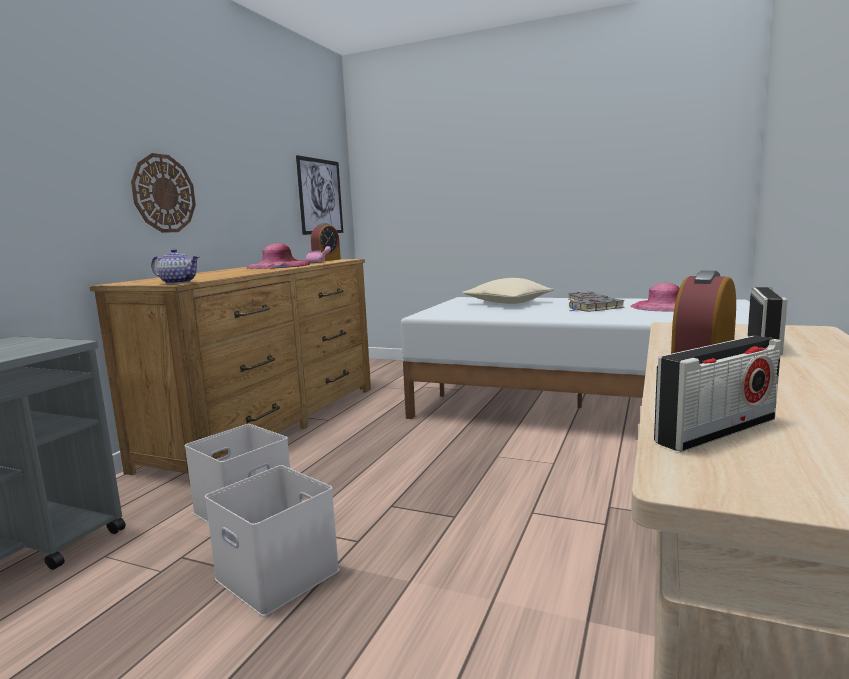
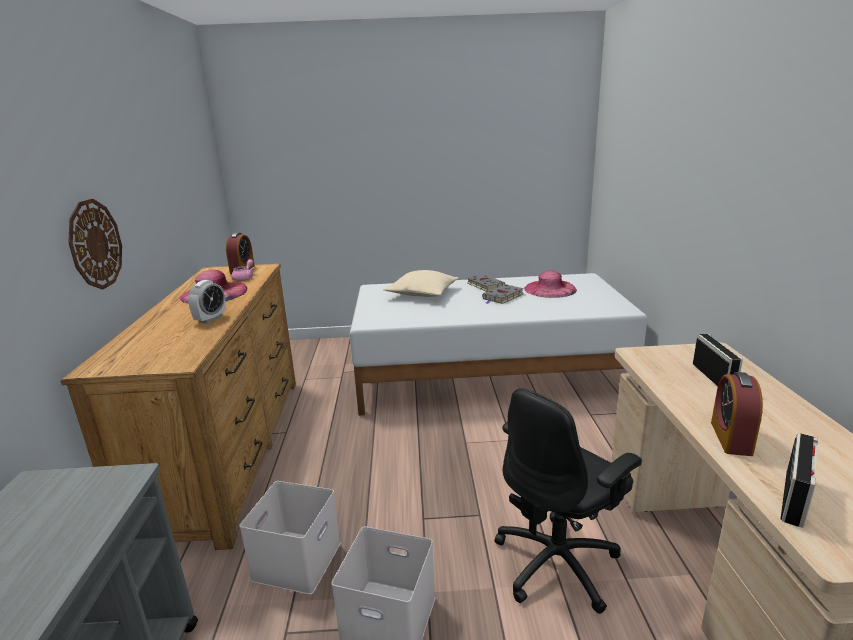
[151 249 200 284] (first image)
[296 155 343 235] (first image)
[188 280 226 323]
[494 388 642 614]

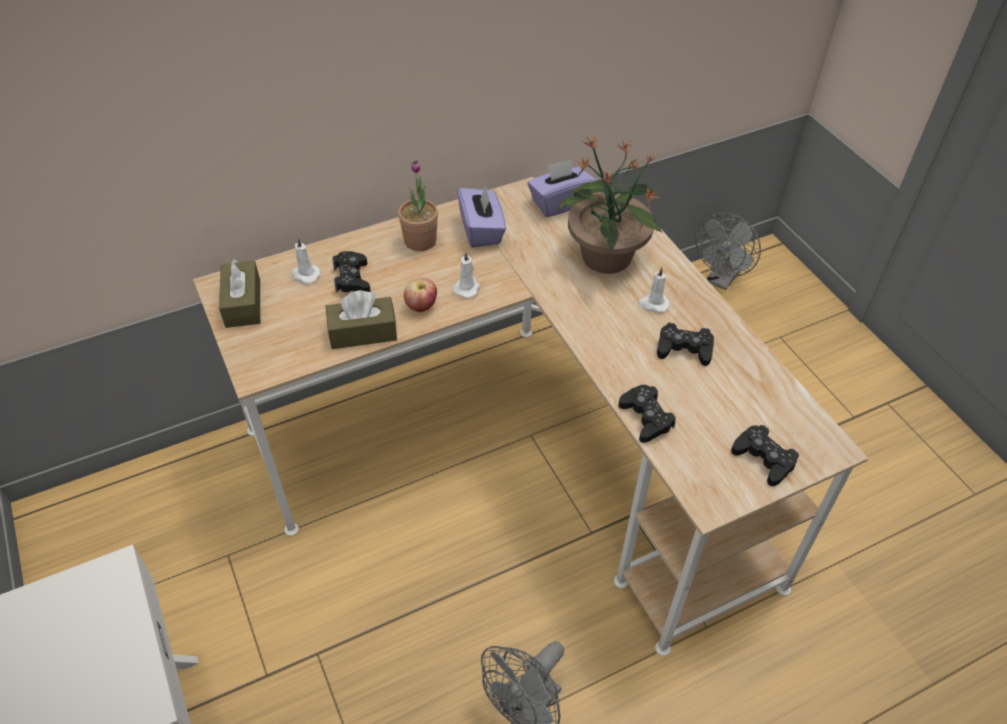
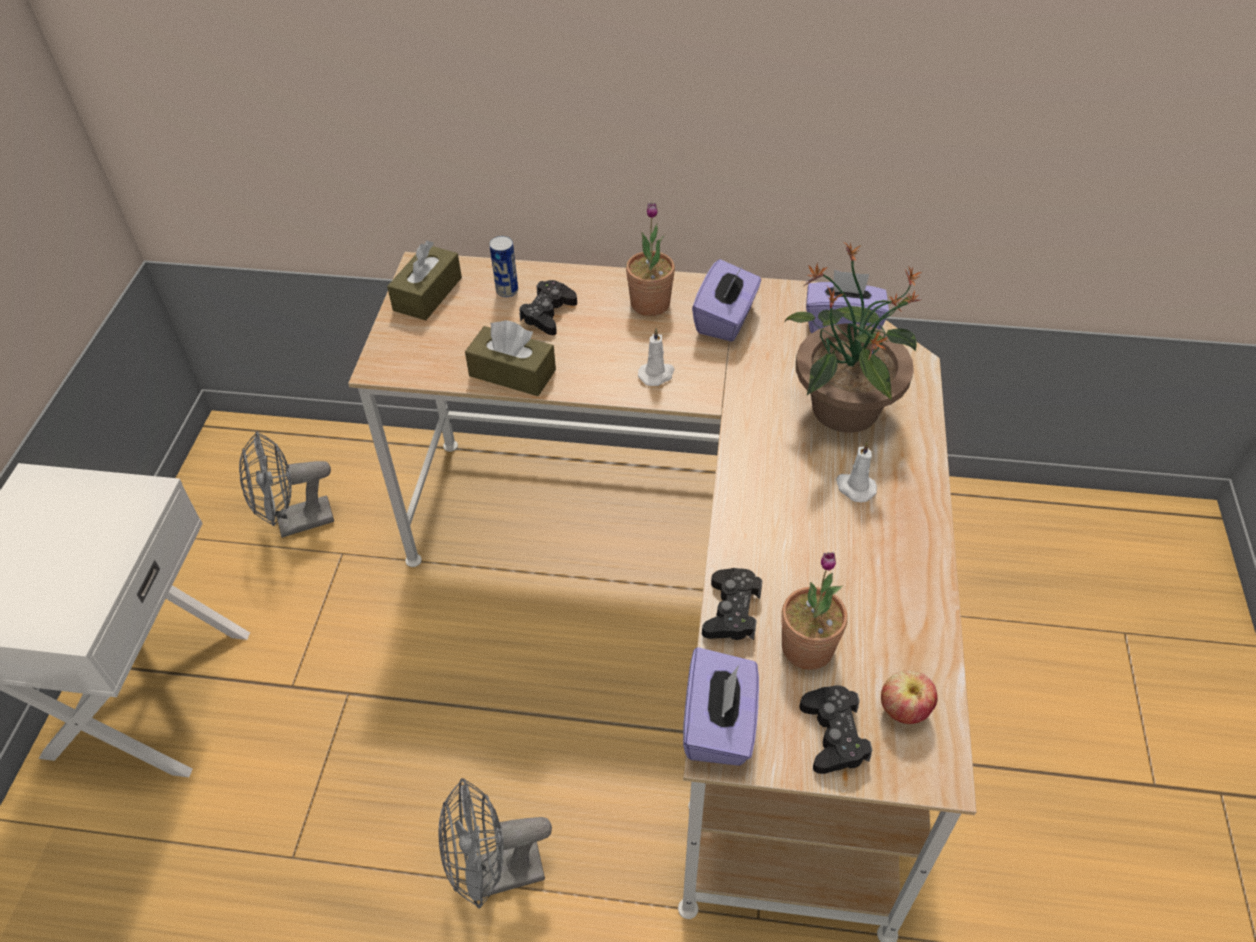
[489 236 518 297]
[881 670 938 724]
[657 323 714 366] (first image)
[239 431 334 538]
[683 647 759 766]
[781 552 848 670]

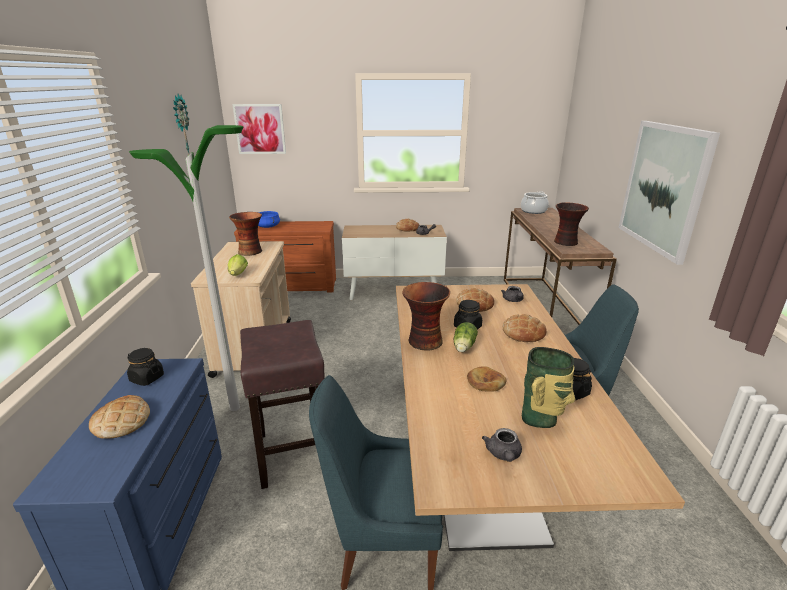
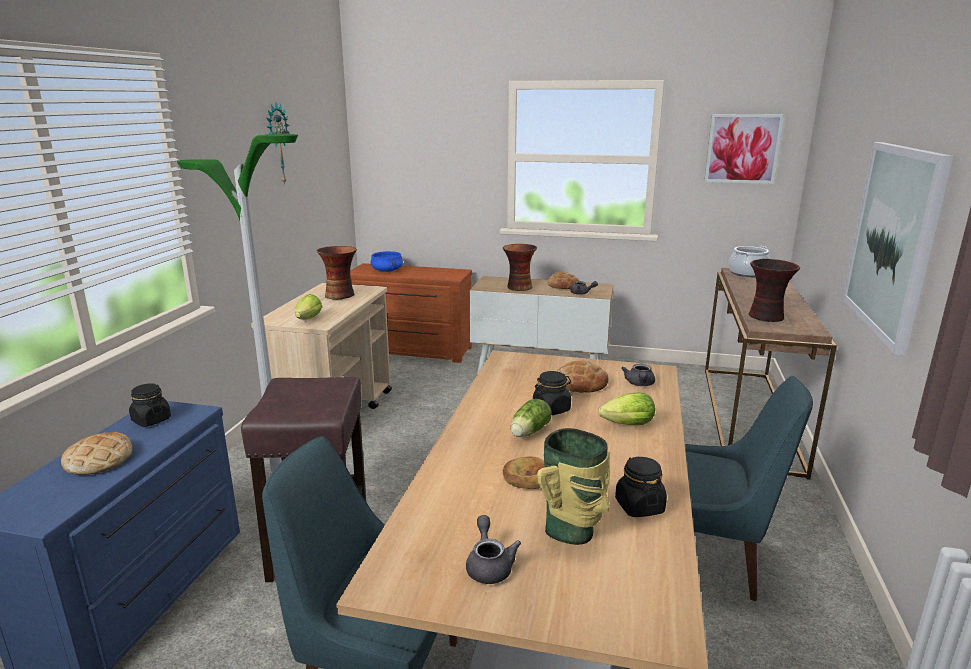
[704 114 784 184]
[503 244 537 291]
[466 515 521 584]
[599 392 655 425]

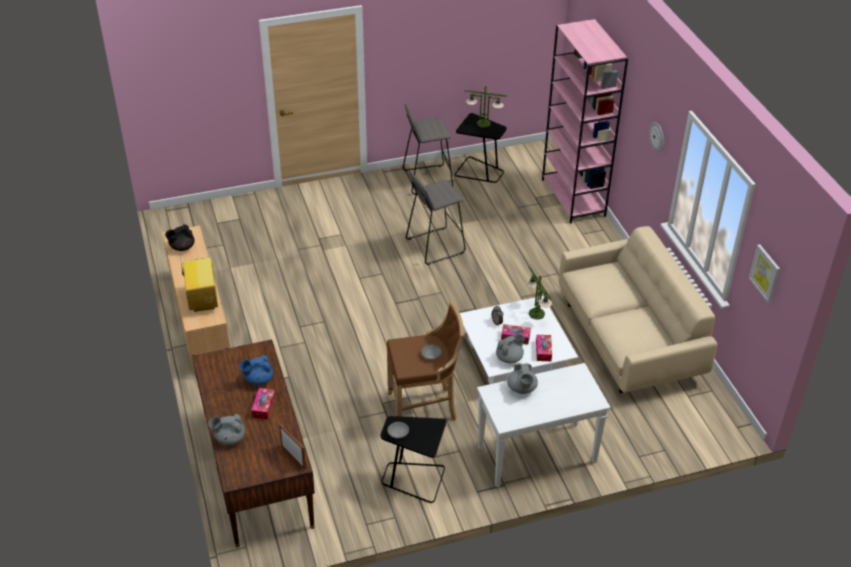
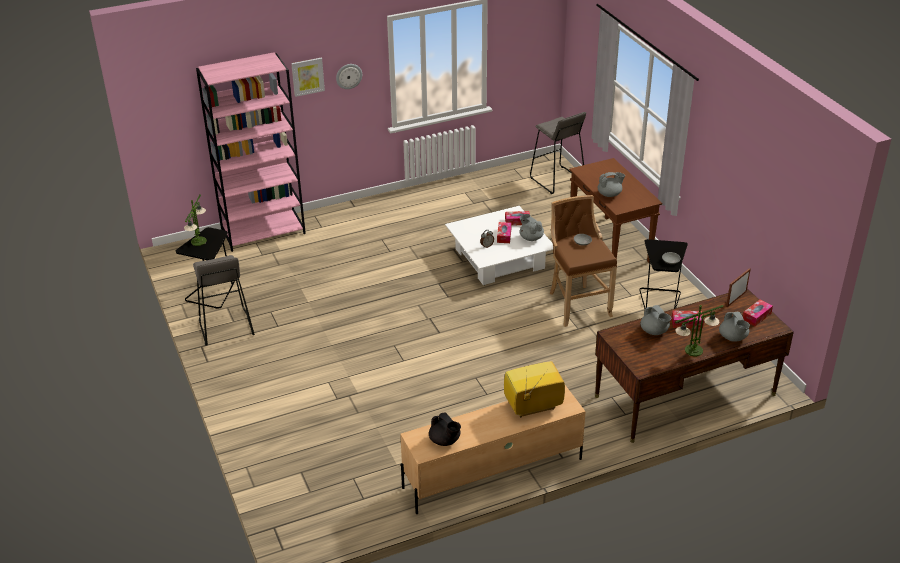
[640 305 671 335]
[530 112 586 194]
[569 158 662 263]
[675 305 723 357]
[559 226 717 393] (first image)
[291 58 325 97]
[743 300 773 326]

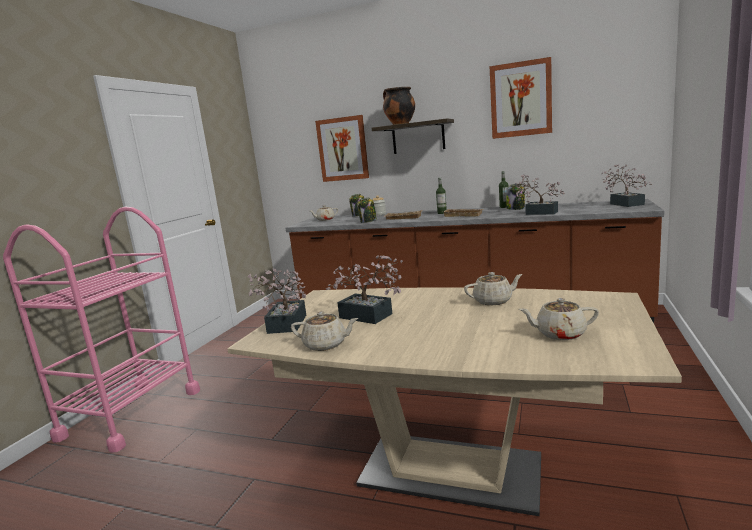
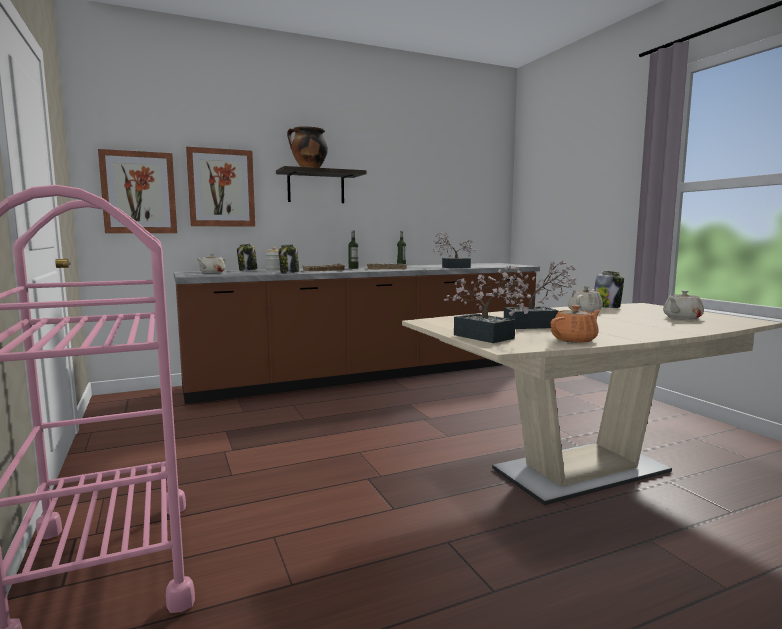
[551 305 600 343]
[98 149 177 233]
[594 271 624 308]
[602 164 652 207] (first image)

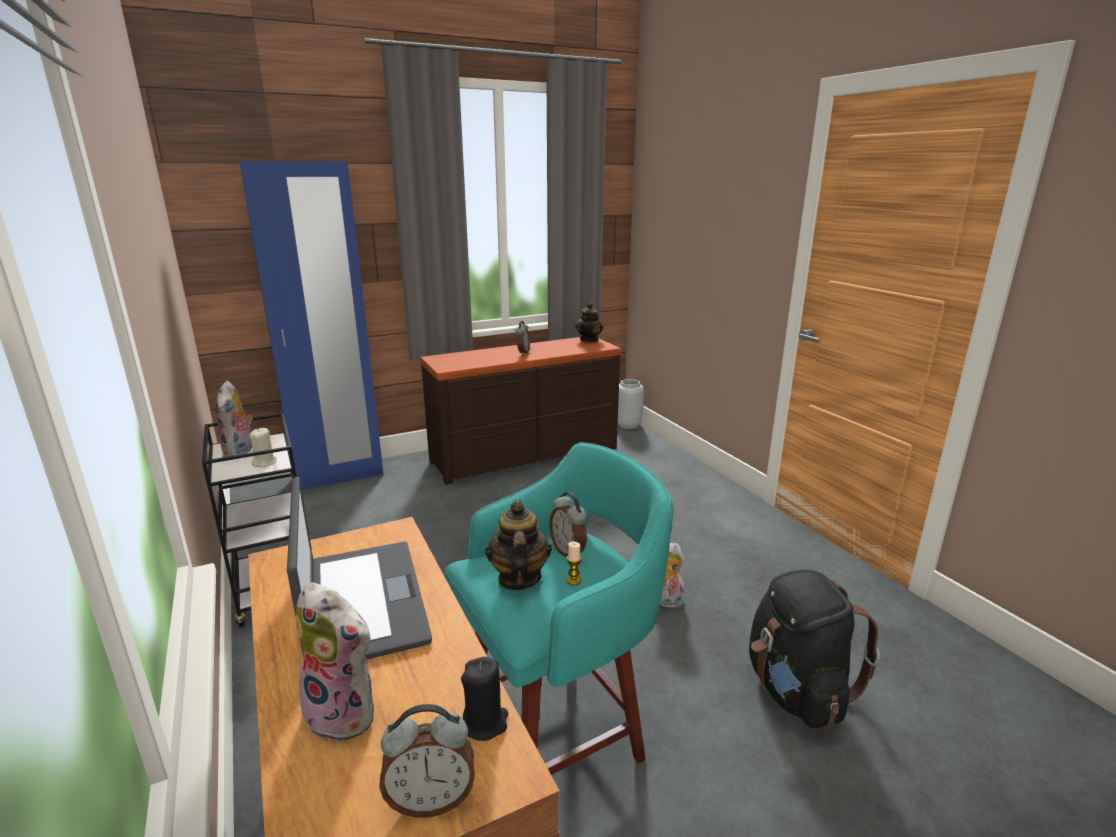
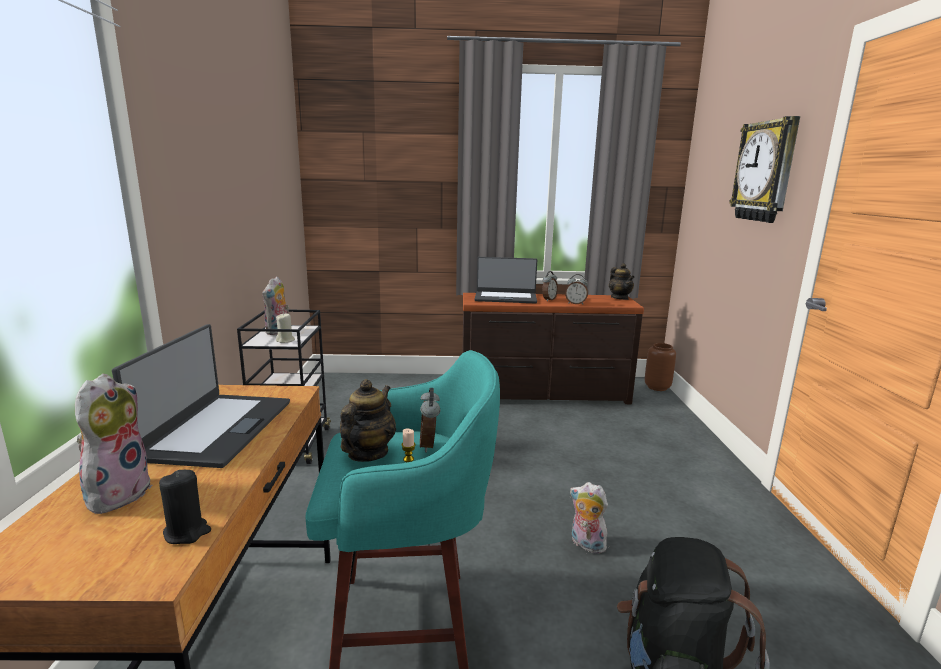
[239 161 384 490] (first image)
[75 374 153 515]
[565 274 588 305]
[609 263 635 300]
[645 343 676 391]
[474 257 537 303]
[729 116 800 223]

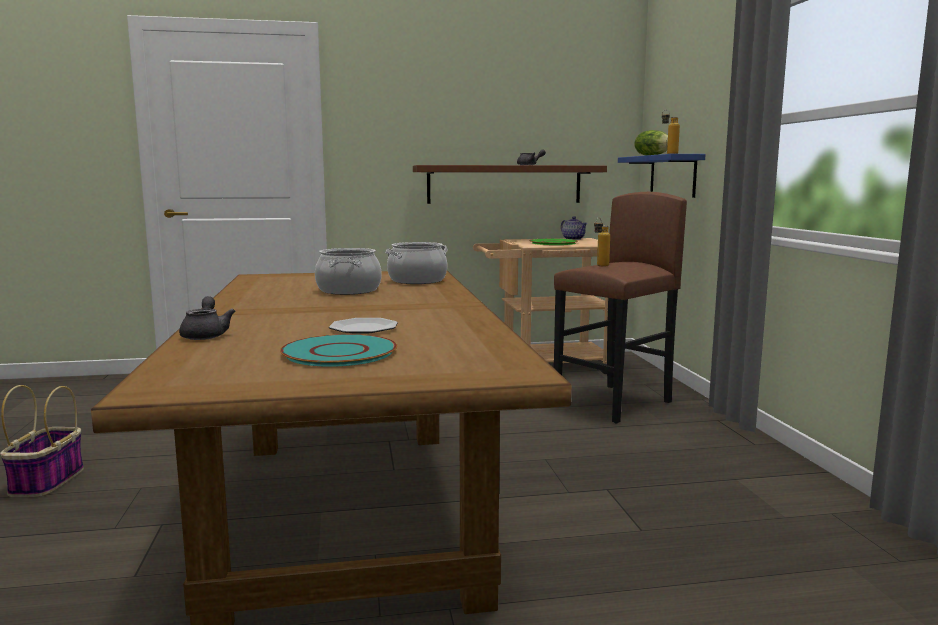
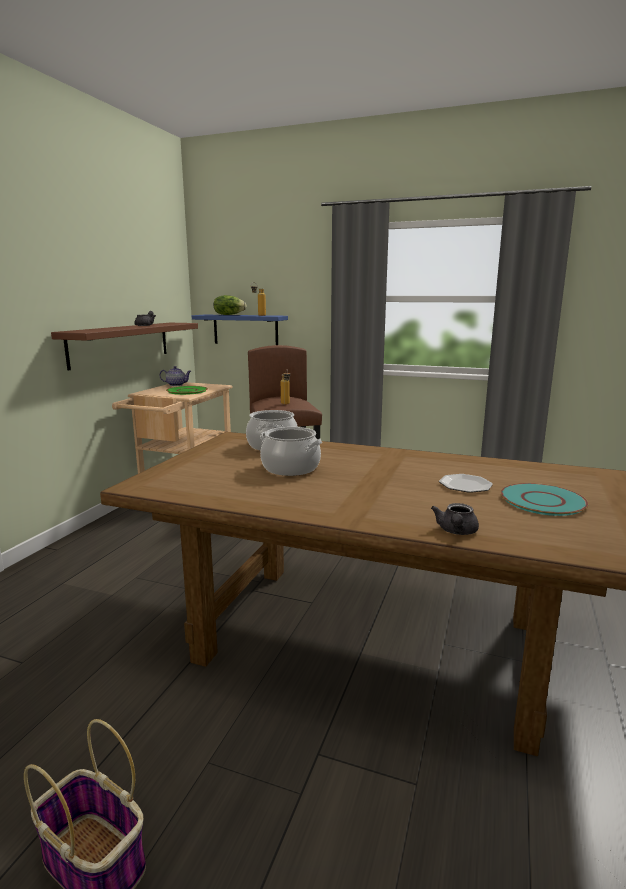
[431 503 479 535]

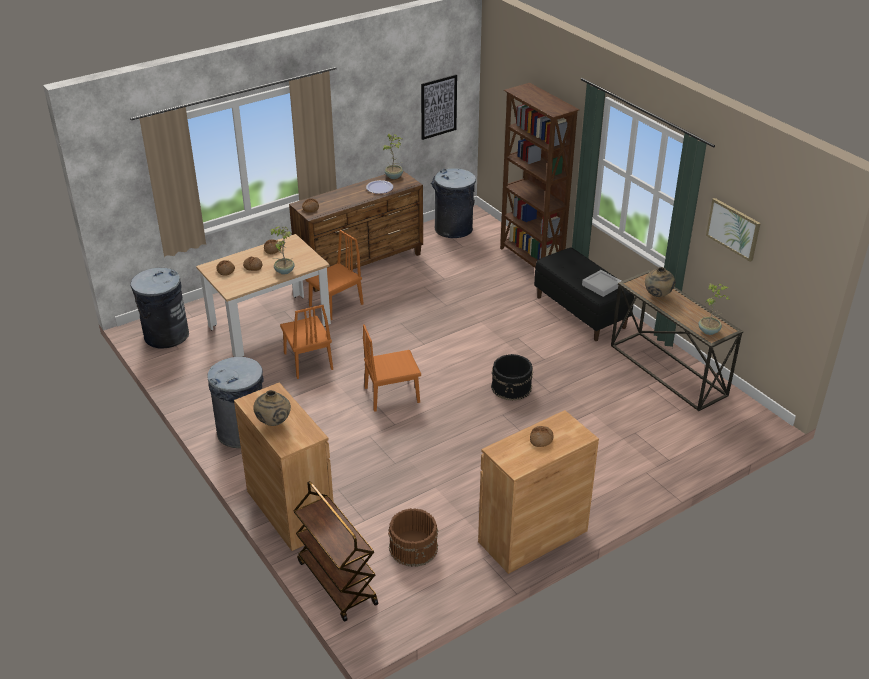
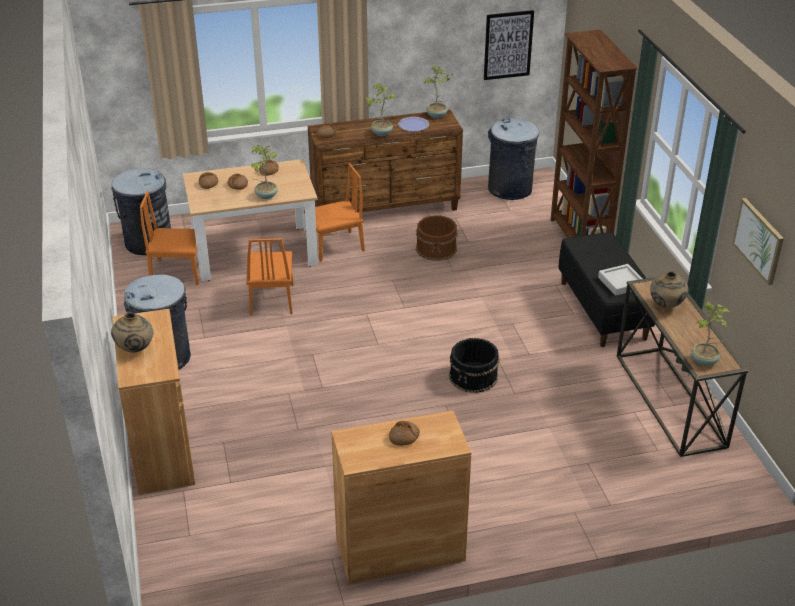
[294 481 378 622] (first image)
[140 191 199 285]
[416 215 458 261]
[365 83 395 136]

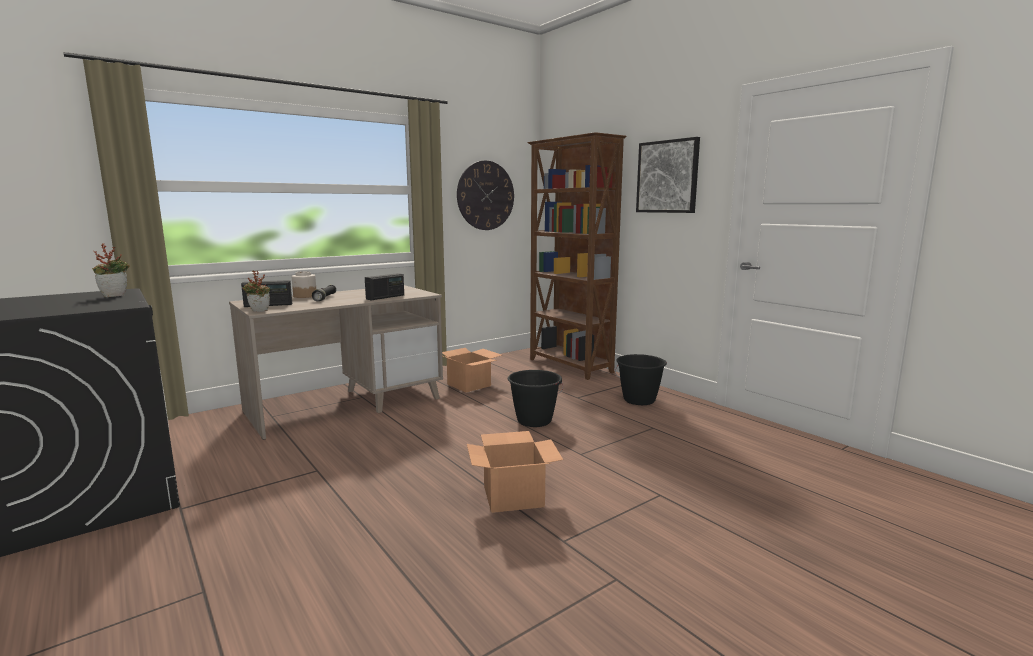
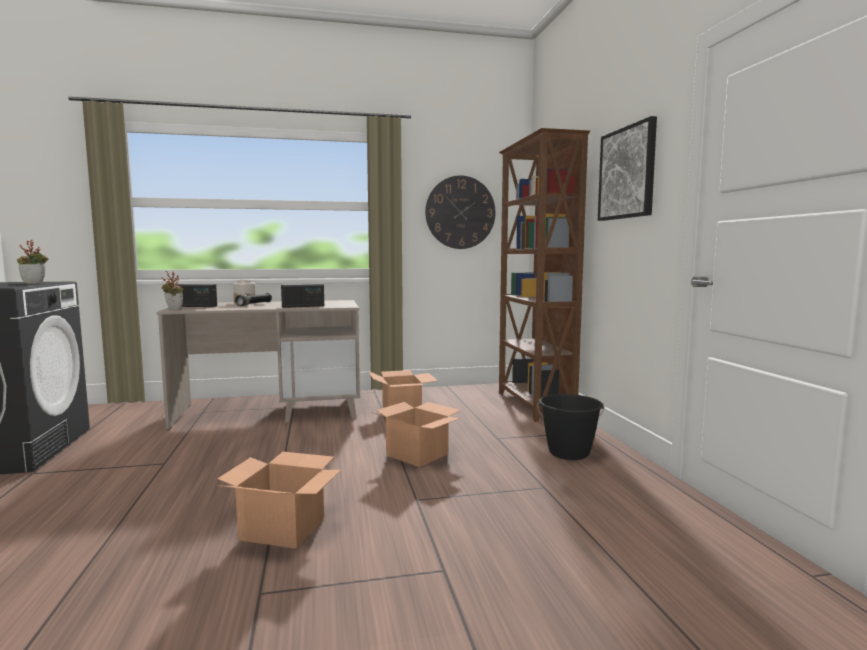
[374 402 461 467]

